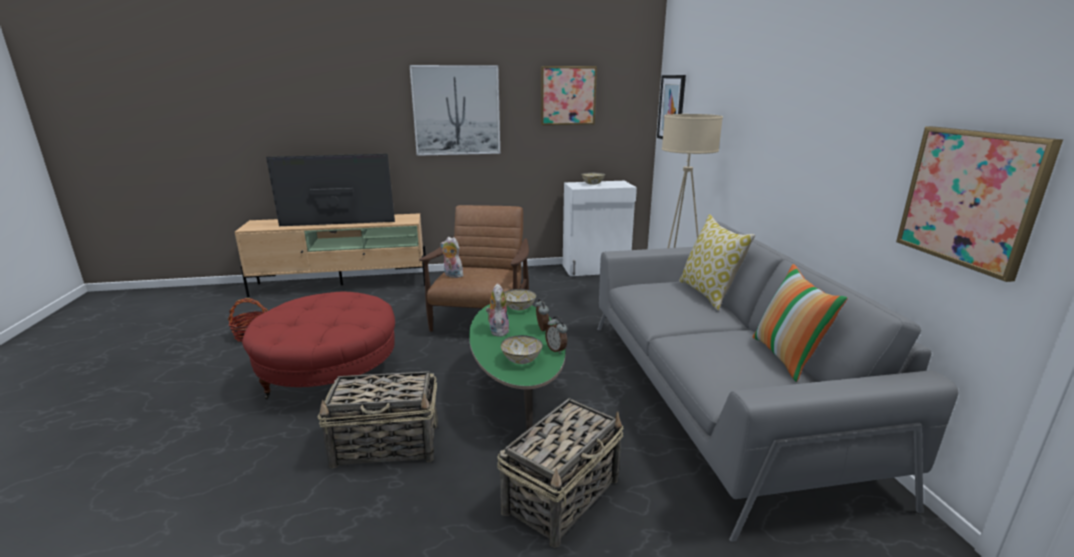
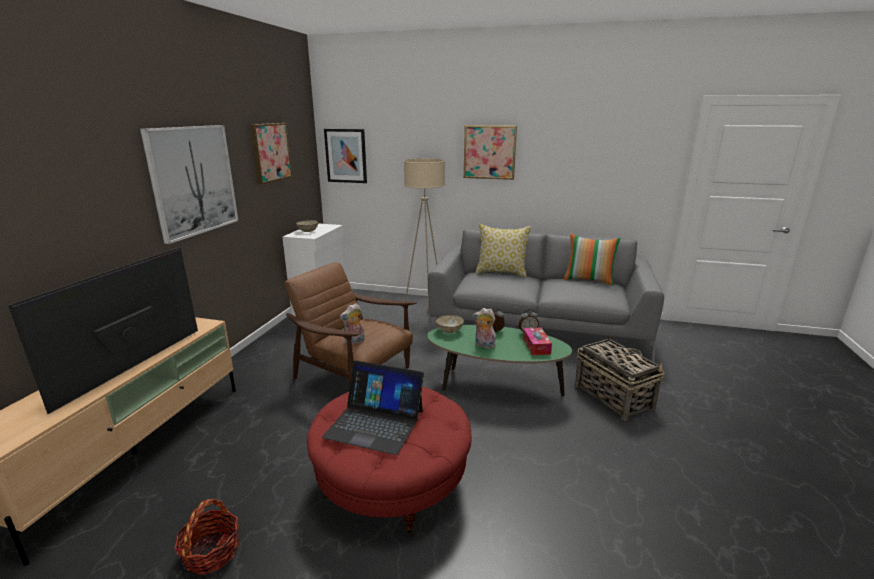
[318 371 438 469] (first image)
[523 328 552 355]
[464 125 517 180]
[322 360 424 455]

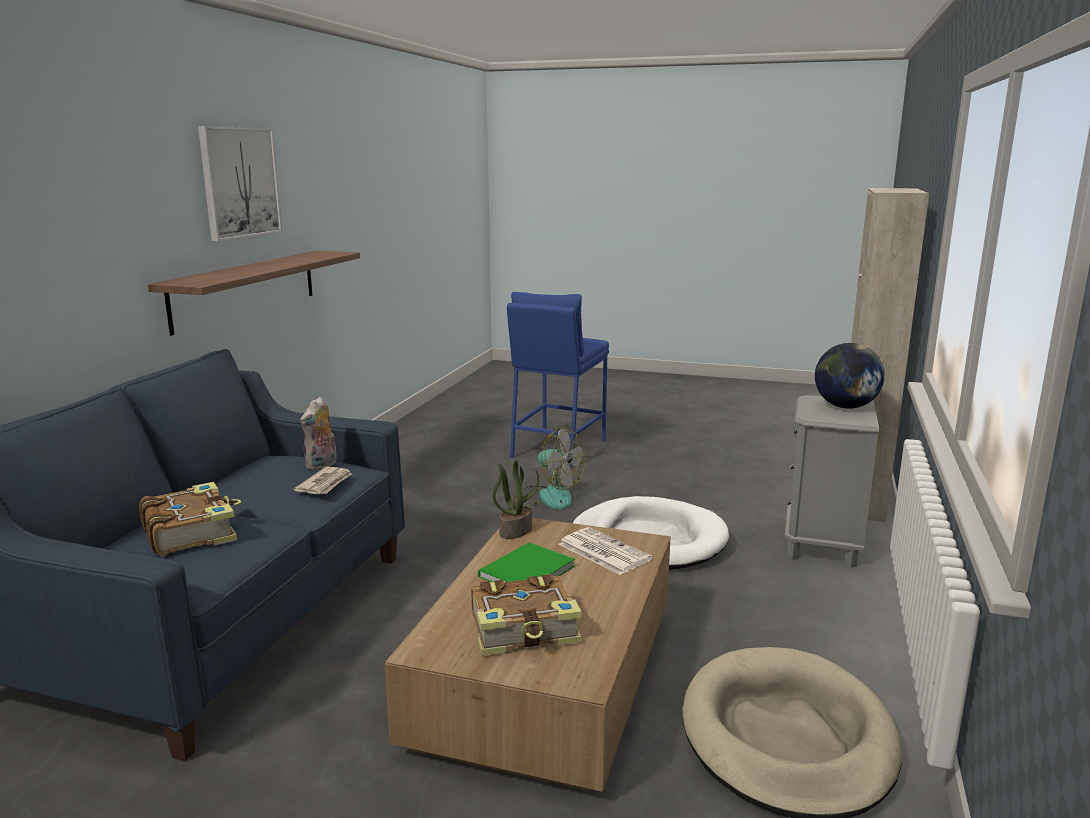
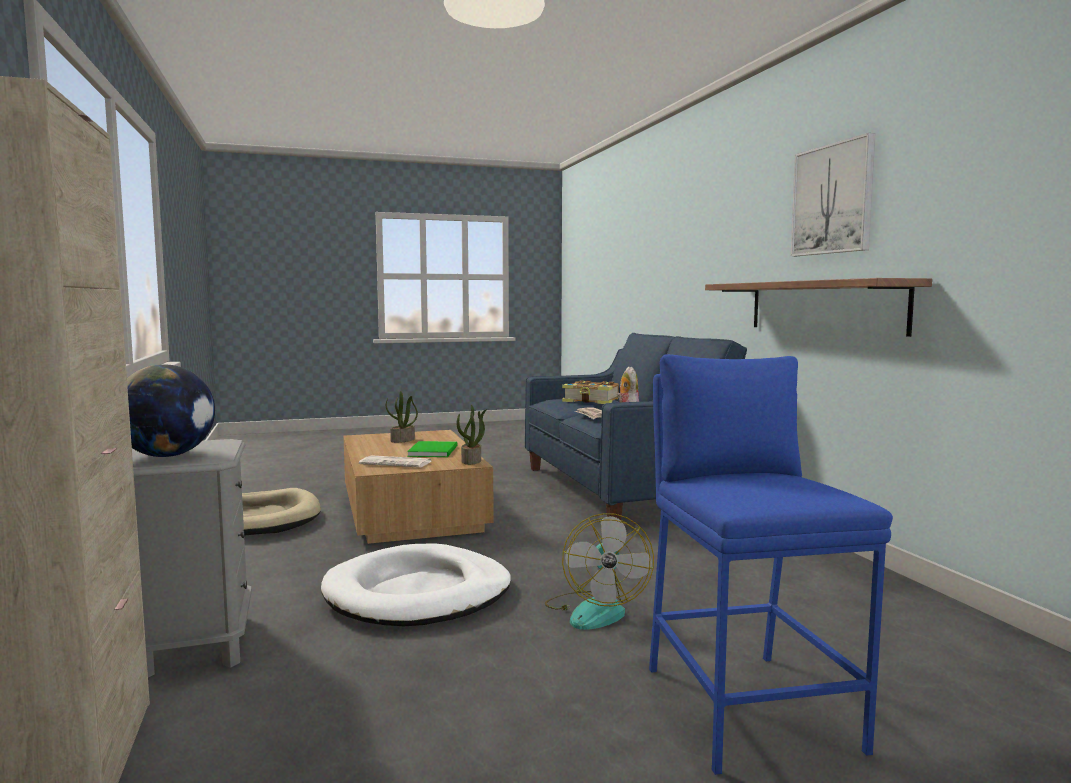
[386 391 418 443]
[545 513 654 630]

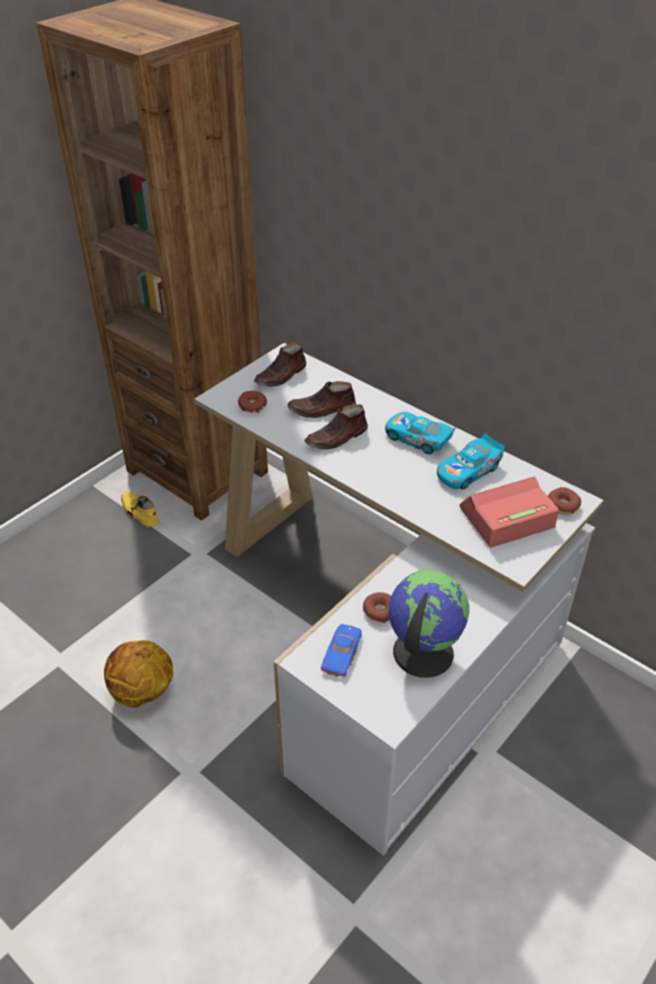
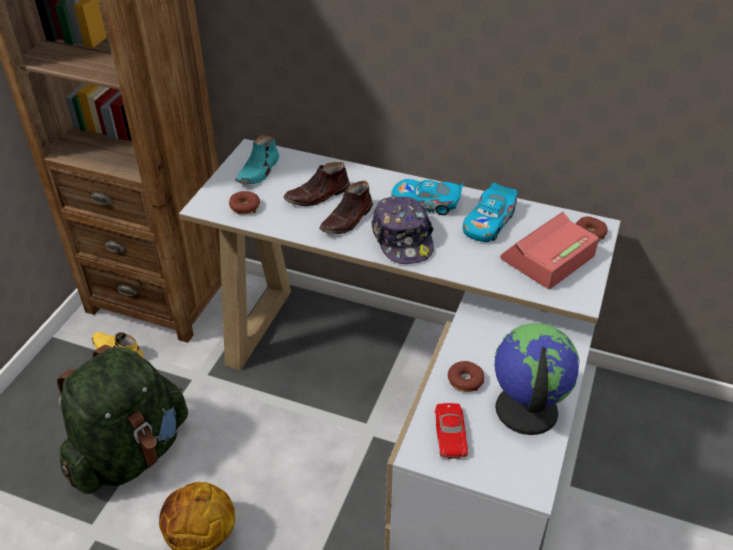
[235 133 280 184]
[435 403 468 460]
[57 345 188 494]
[371 197 434 264]

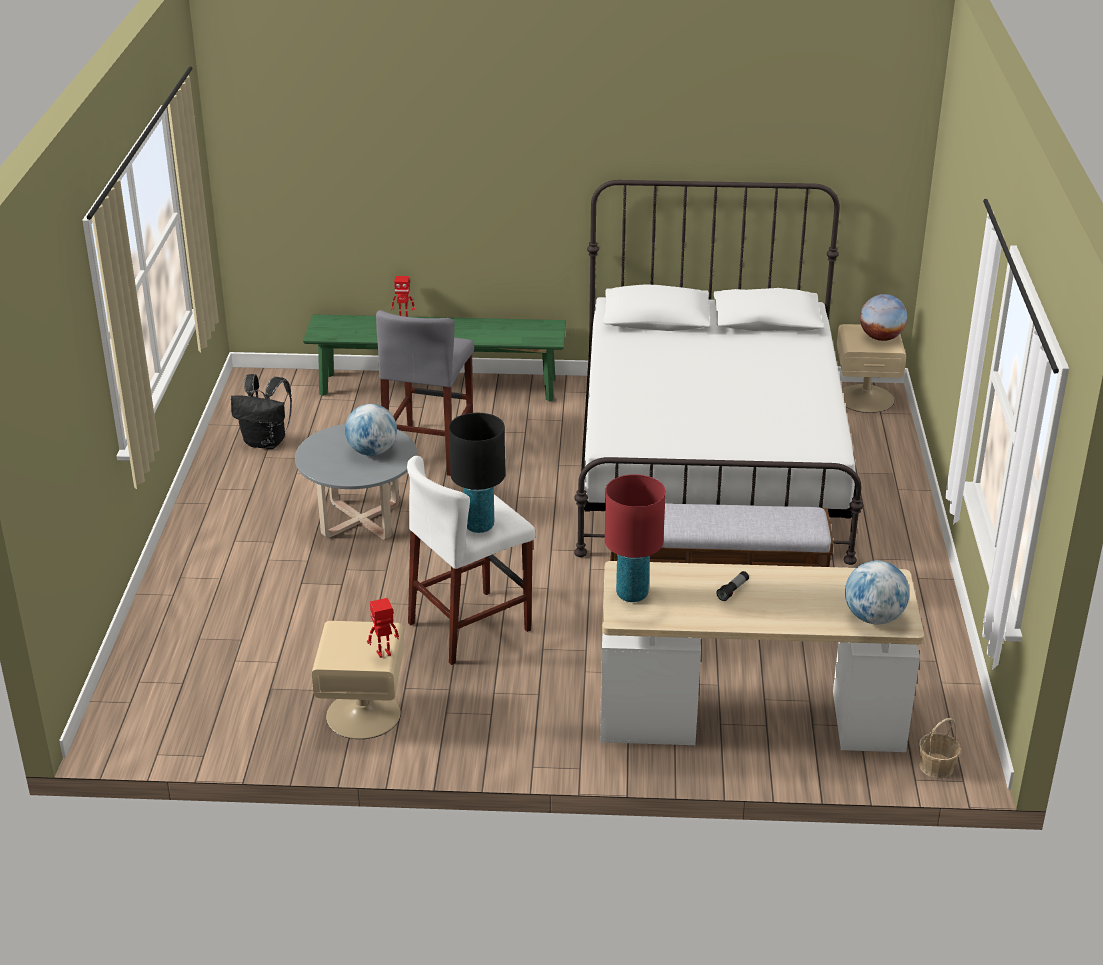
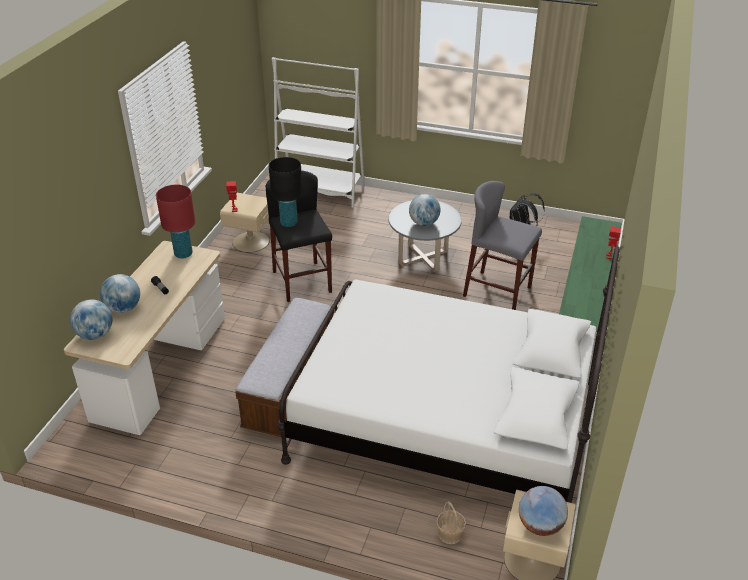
[266 170 332 302]
[436 501 466 544]
[100 274 140 313]
[272 57 365 208]

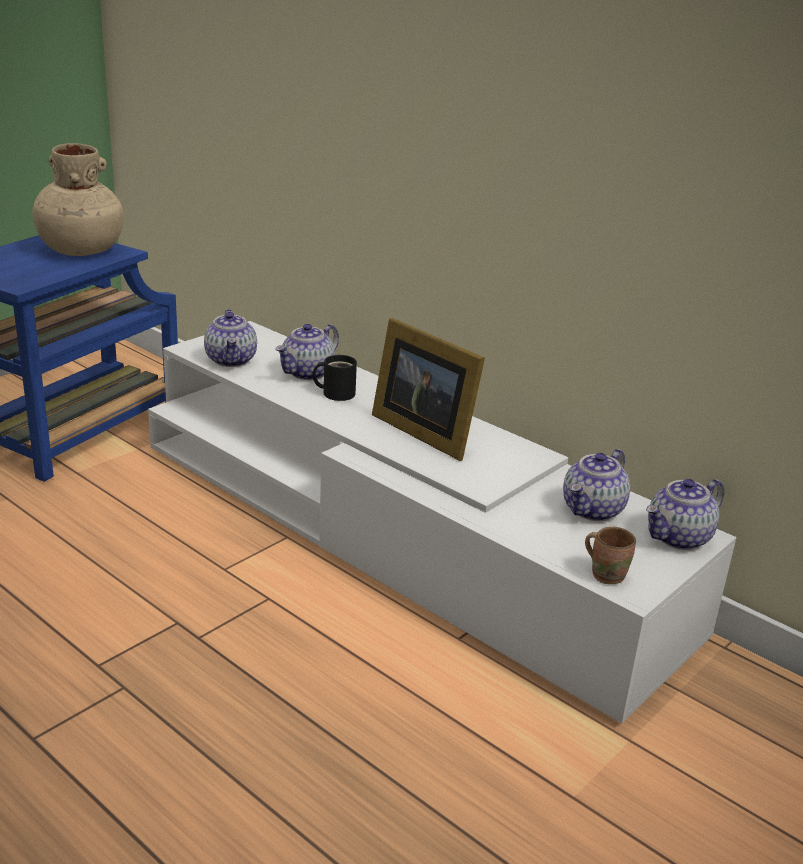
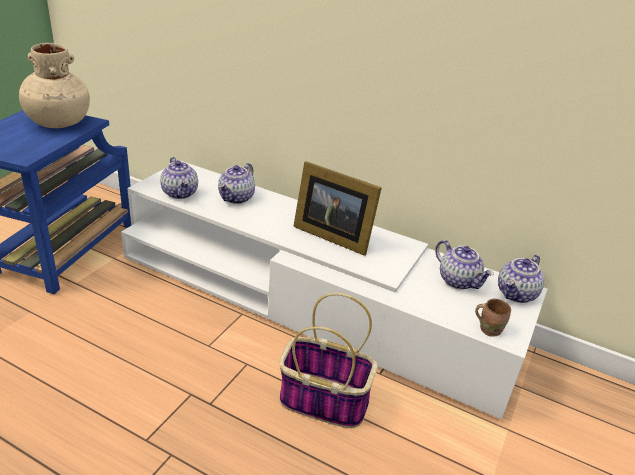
[313 355 357 401] (first image)
[435 240 494 290]
[280 293 378 428]

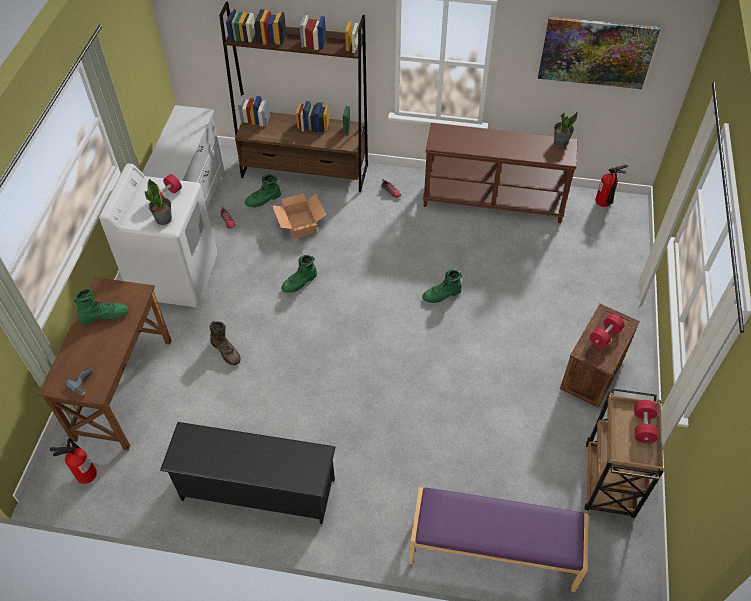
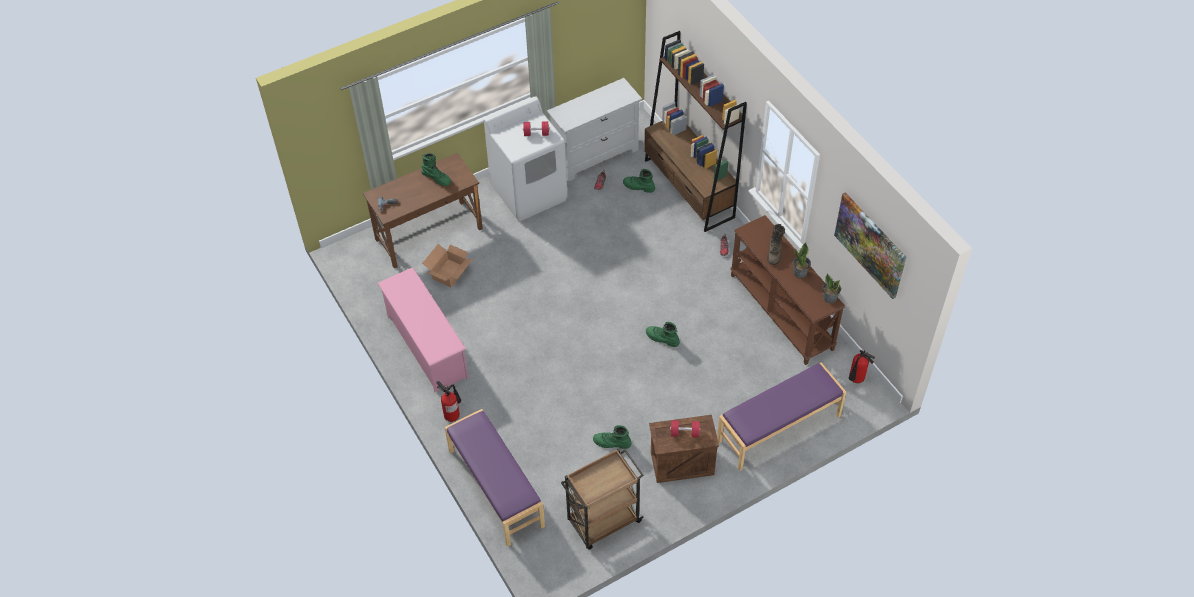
[436 381 461 422]
[793 242 811 278]
[378 267 468 392]
[767 224 785 265]
[422 244 473 287]
[593 425 631 449]
[634 400 658 443] (first image)
[717 362 846 471]

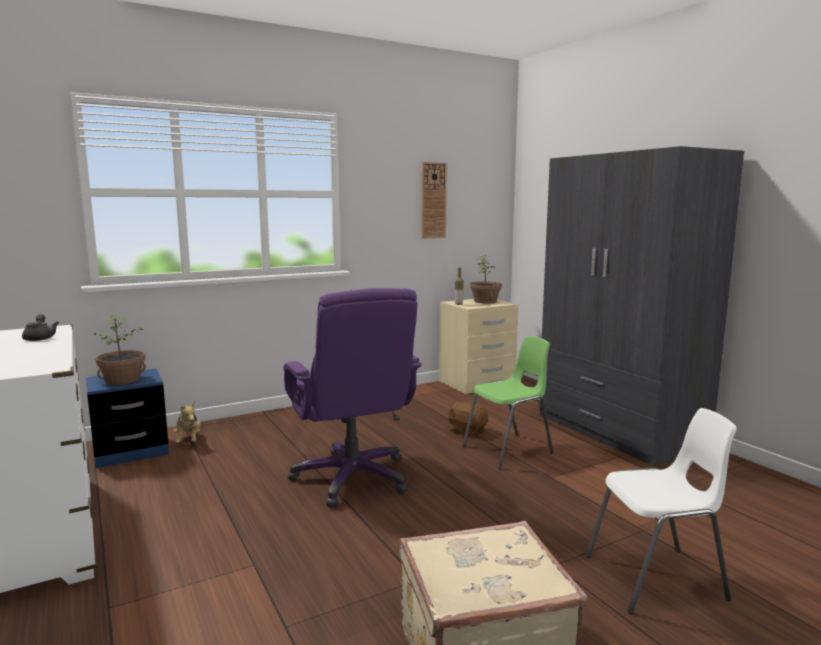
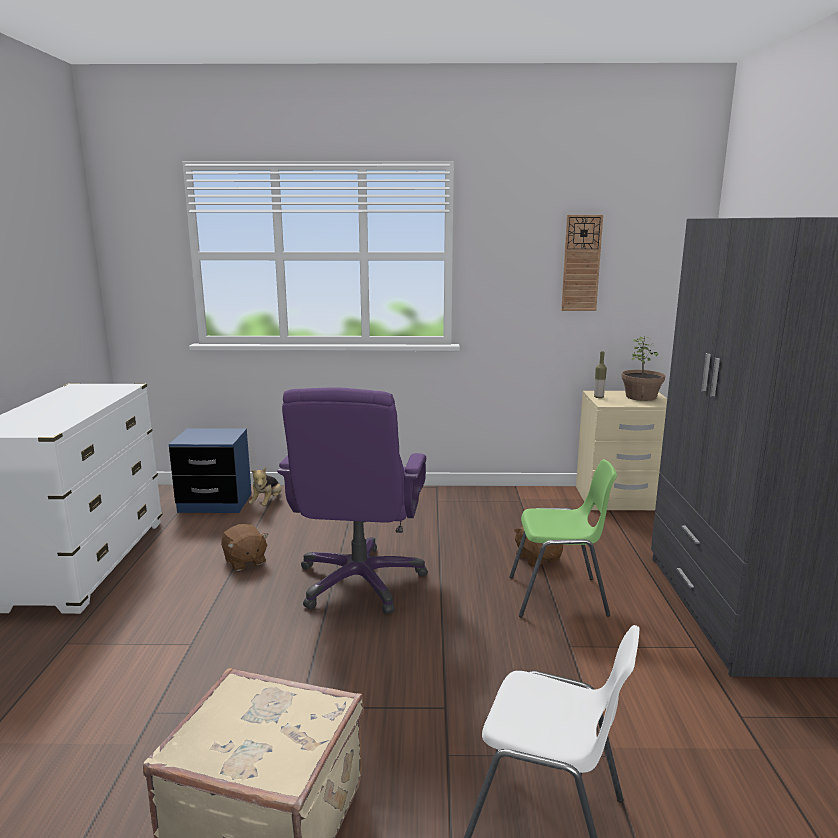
[22 314 59 341] (first image)
[94 315 146 385] (first image)
[221 524 268 571]

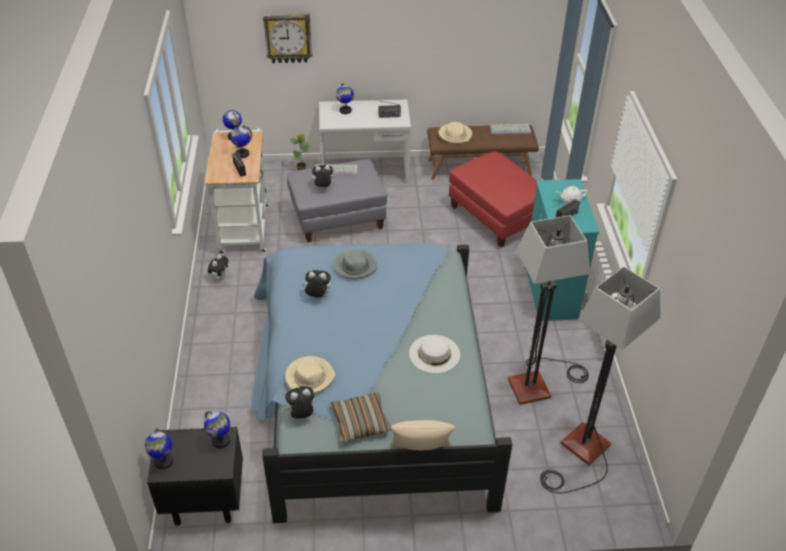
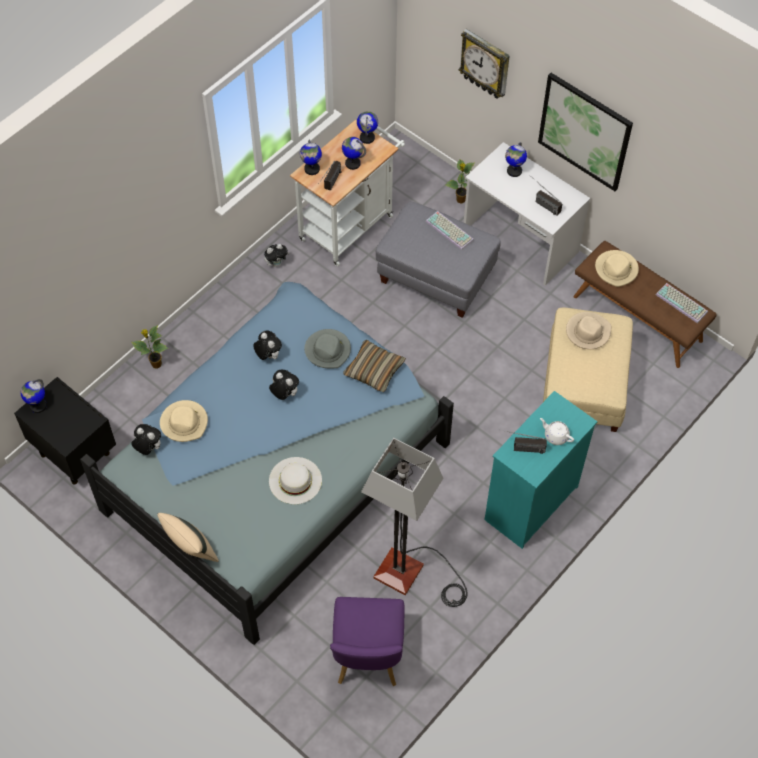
[300 139 322 175]
[269 369 299 400]
[343 340 406 392]
[543 308 633 432]
[330 597 404 686]
[131 325 168 369]
[538 73 633 191]
[566 312 611 349]

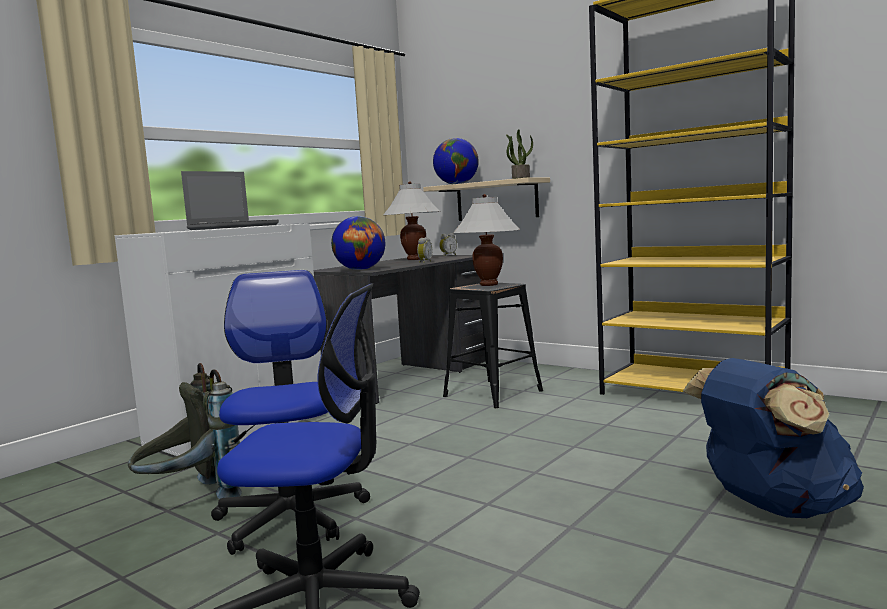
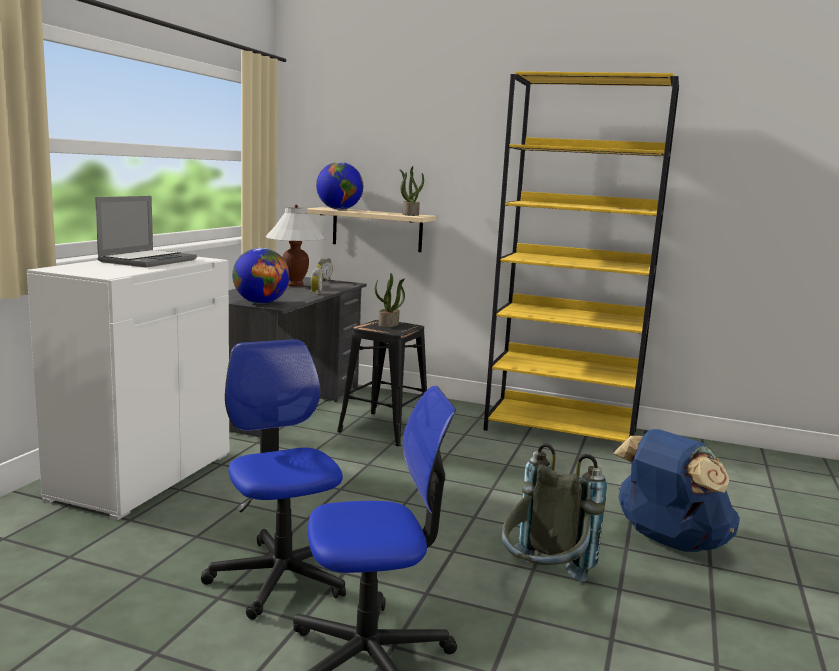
[502 443 607 582]
[375 273 405 327]

